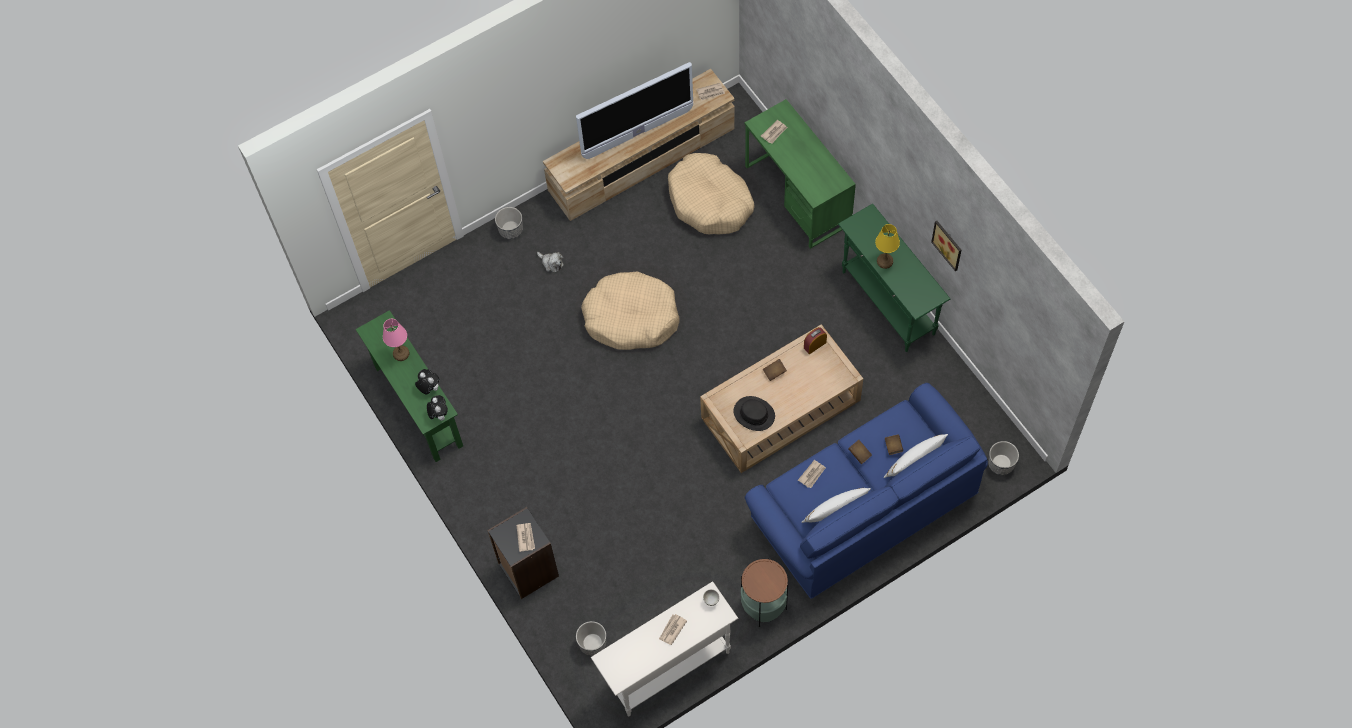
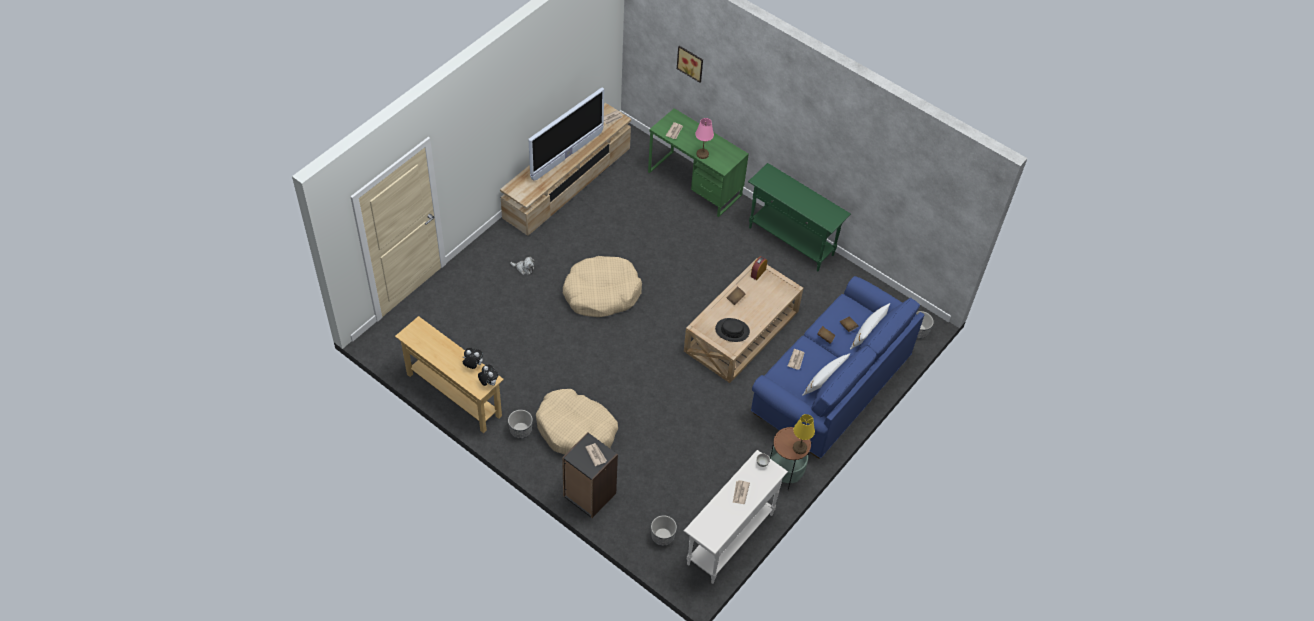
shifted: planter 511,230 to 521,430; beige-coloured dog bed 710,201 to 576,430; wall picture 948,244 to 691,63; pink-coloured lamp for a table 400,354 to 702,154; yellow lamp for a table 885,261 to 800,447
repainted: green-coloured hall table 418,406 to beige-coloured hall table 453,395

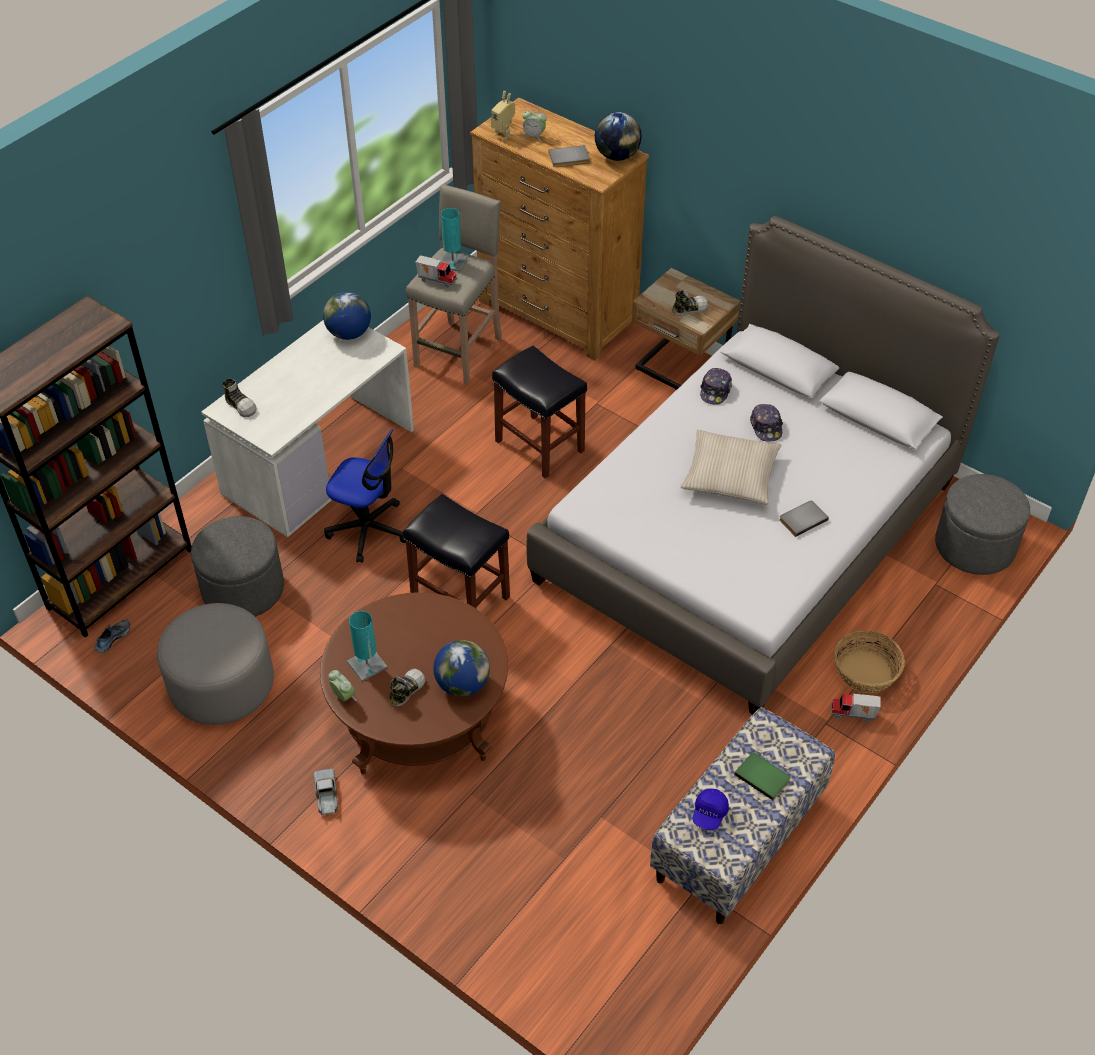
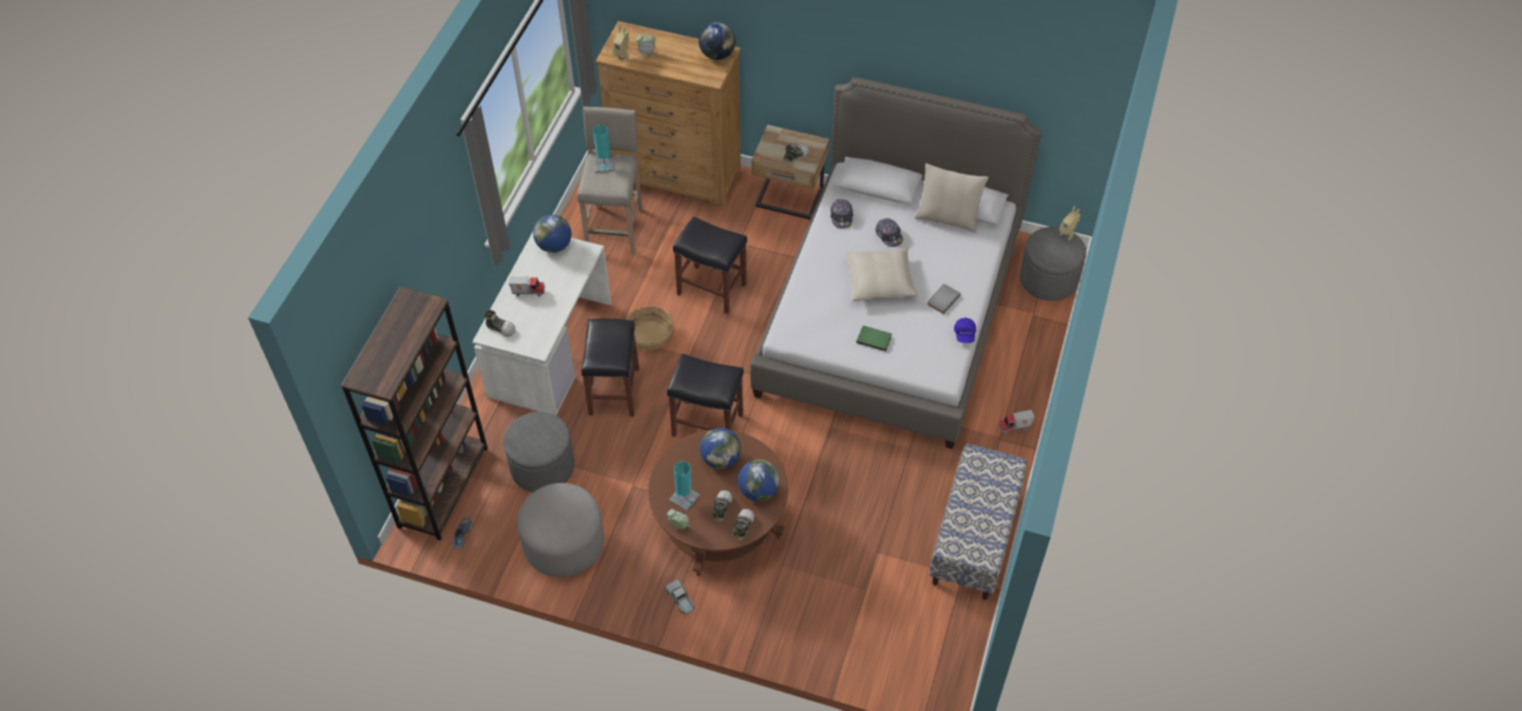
gone: gray bound book 569,159
new: world globe 720,459; low shoe 742,526; beige-coloured pillow 947,218; robot figure 1067,234
shifted: toy truck 437,280 to 528,291; basket 865,672 to 650,336; green-coloured bound book 763,776 to 874,338; blue-coloured cap 709,814 to 964,334
swapped: desk chair 368,529 to black-coloured stool 614,392

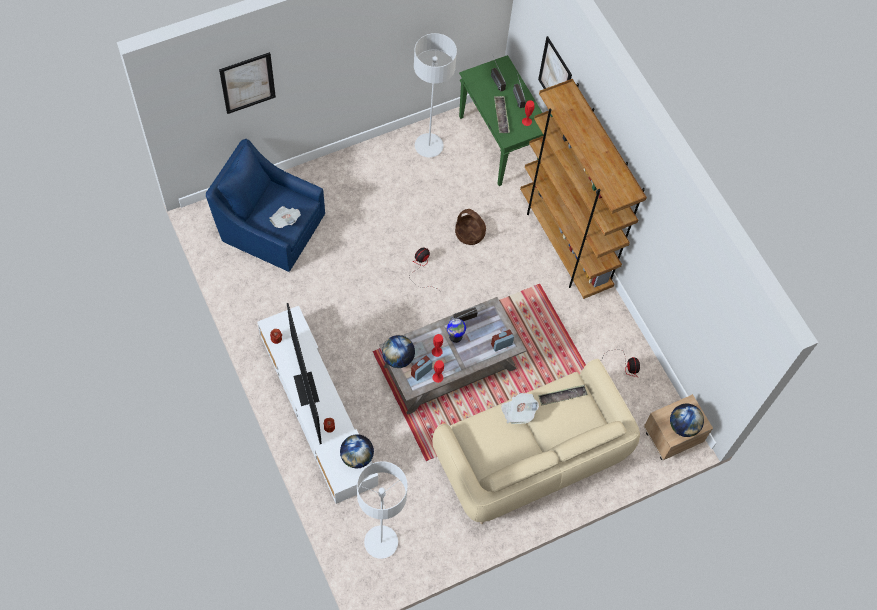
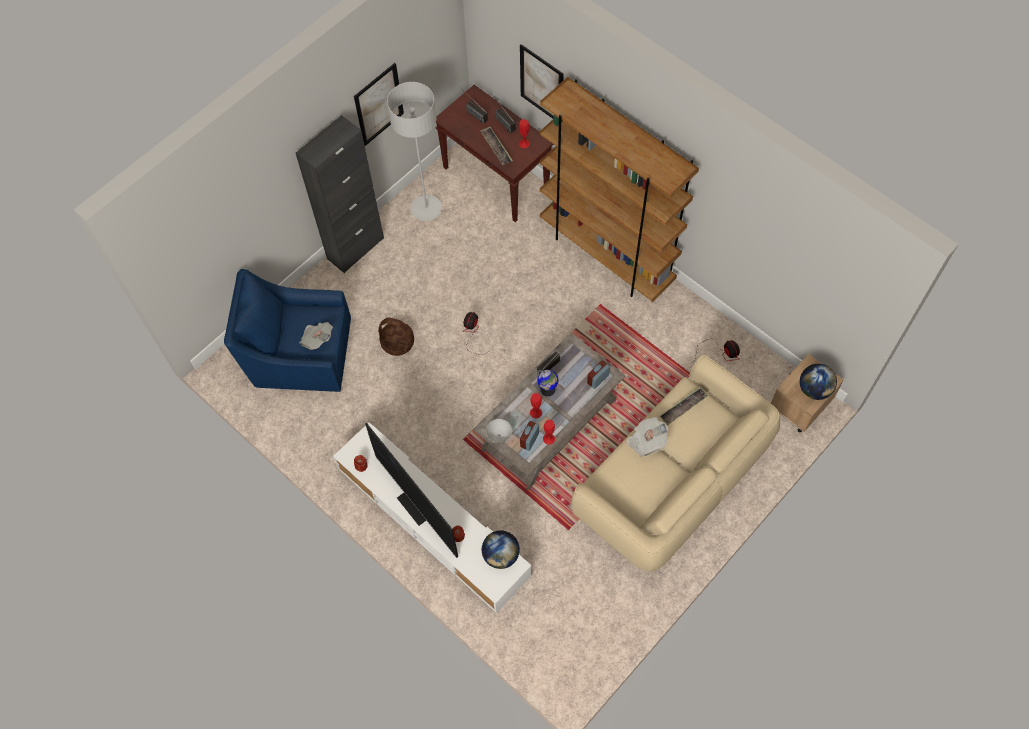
gone: white standard lamp 381,542
new: black-coloured cupboard 355,248
shifted: wall picture 247,83 to 379,104; basket 470,233 to 398,342
swapped: world globe 398,358 to white deep dish 499,435
repainted: green-coloured hall table 499,144 to brownish hall table 496,180

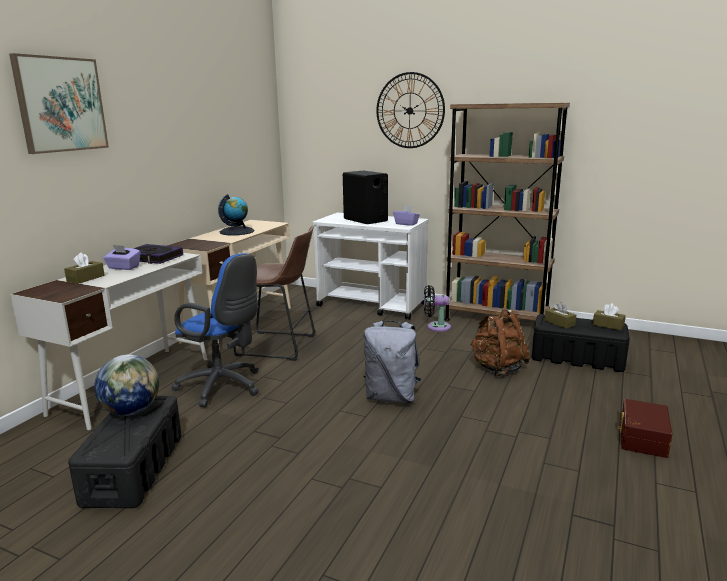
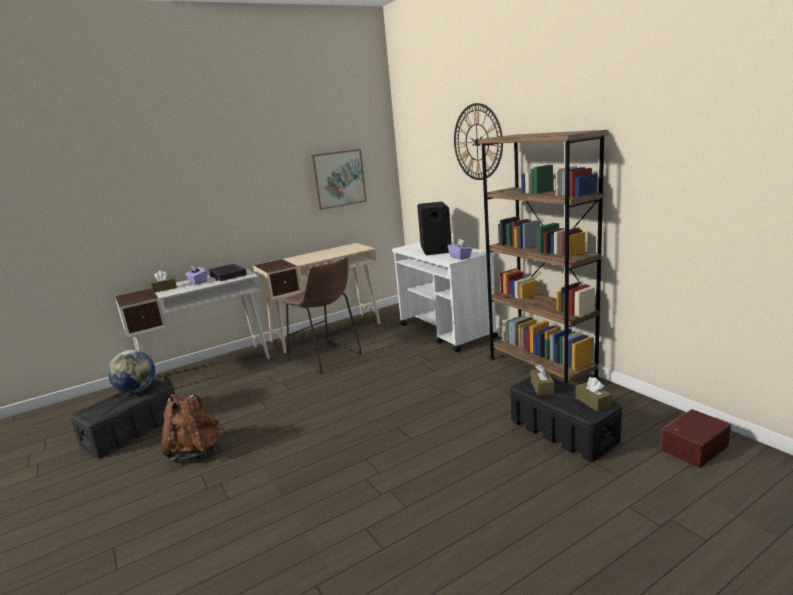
gone: blue-coloured desk chair 224,387; world globe 237,231; gray knapsack 391,397; black-coloured fan 436,327
shifted: brownish knapsack 497,368 to 196,452; wall picture 61,104 to 338,179; brownish storage box 641,438 to 692,447

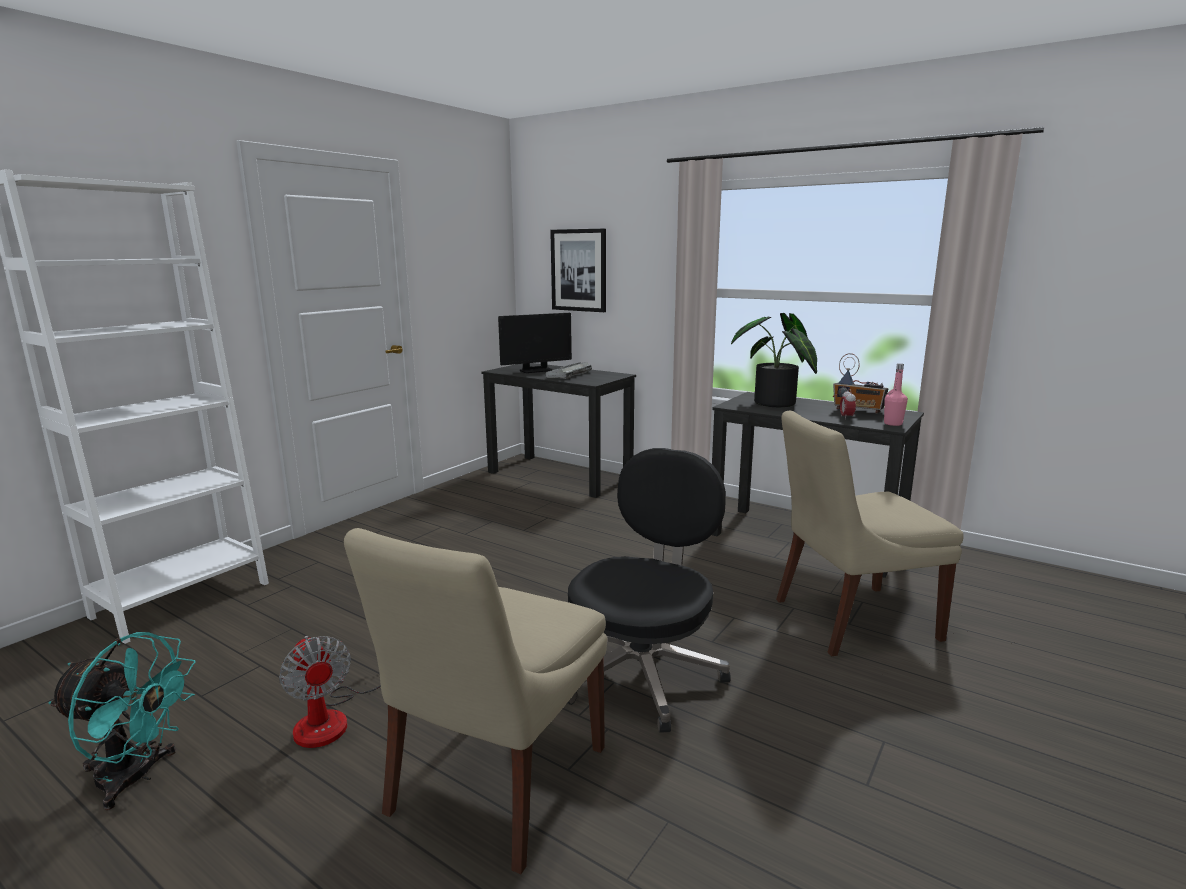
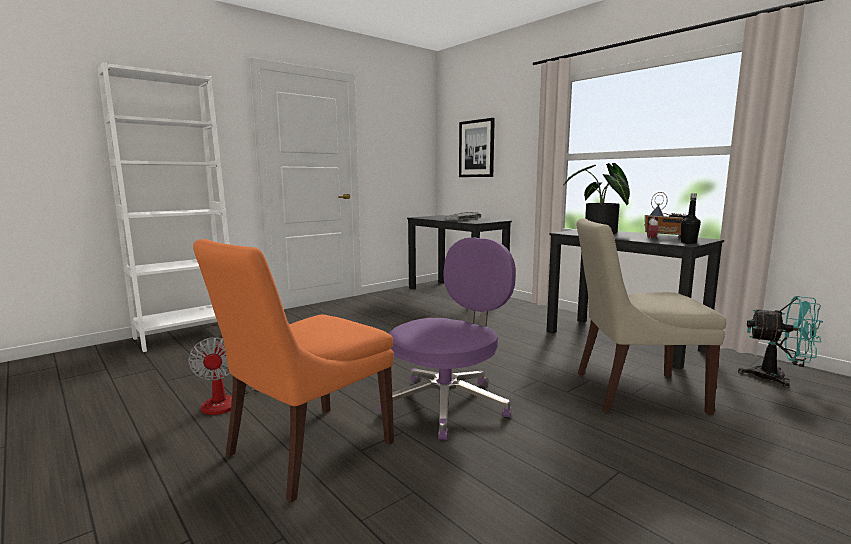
gone: monitor 536,370
shifted: turquoise-coloured fan 137,777 to 777,378
repainted: beige-coloured plain chair 494,785 to orange-coloured plain chair 306,451; black-coloured desk chair 643,673 to purple-coloured desk chair 448,404; pink-coloured drink bottle 893,423 to black-coloured drink bottle 688,243

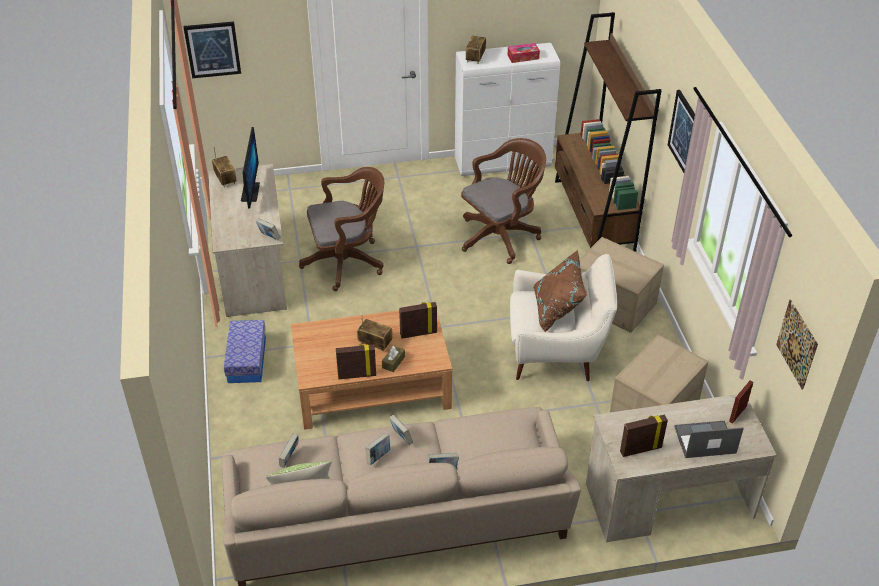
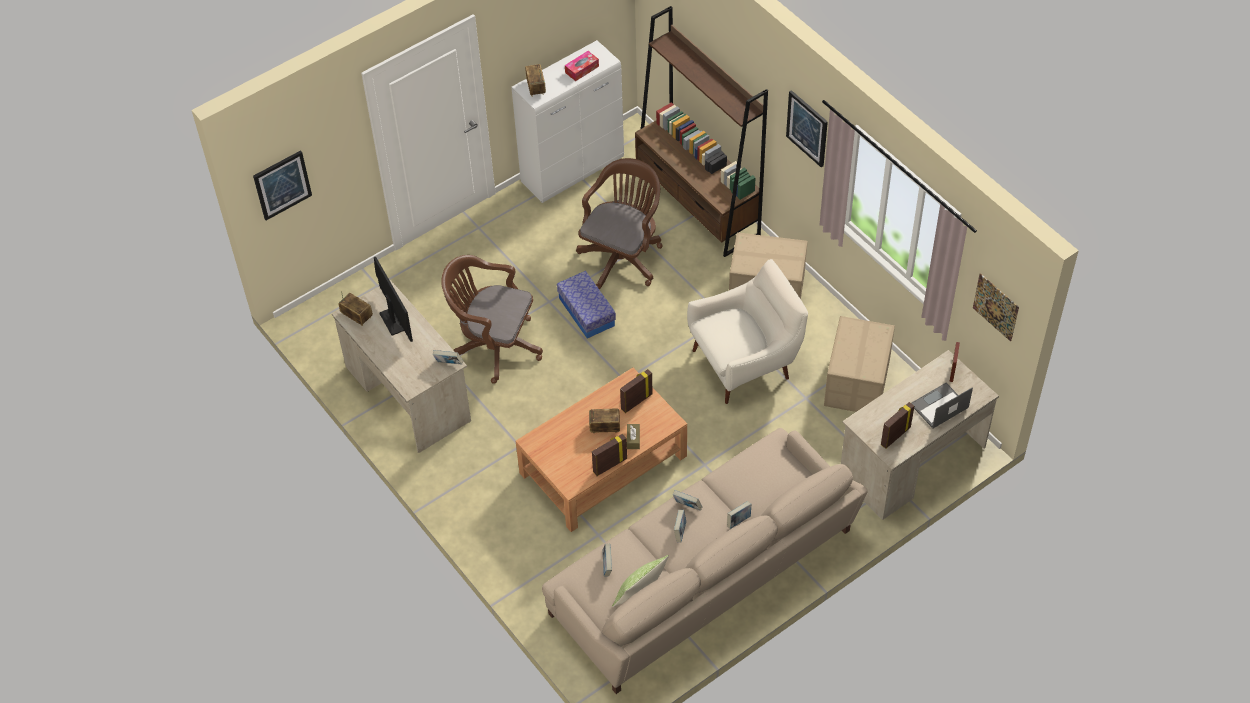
gone: brownish pillow 557,310
shifted: storage box 247,360 to 586,312
rotated: brownish desk chair 347,262 = 494,345 120 degrees counterclockwise

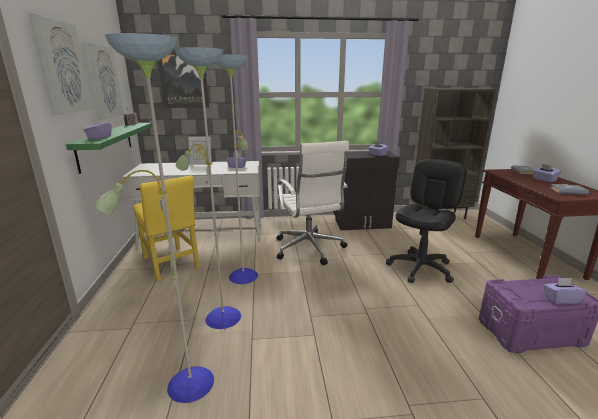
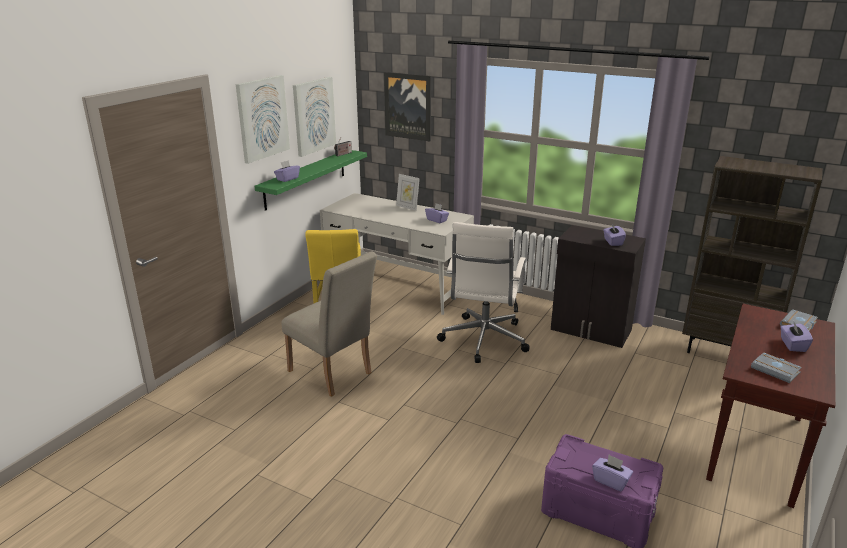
gone: black-coloured desk chair 420,268
swapped: standard lamp 220,317 to beige-coloured plain chair 333,374

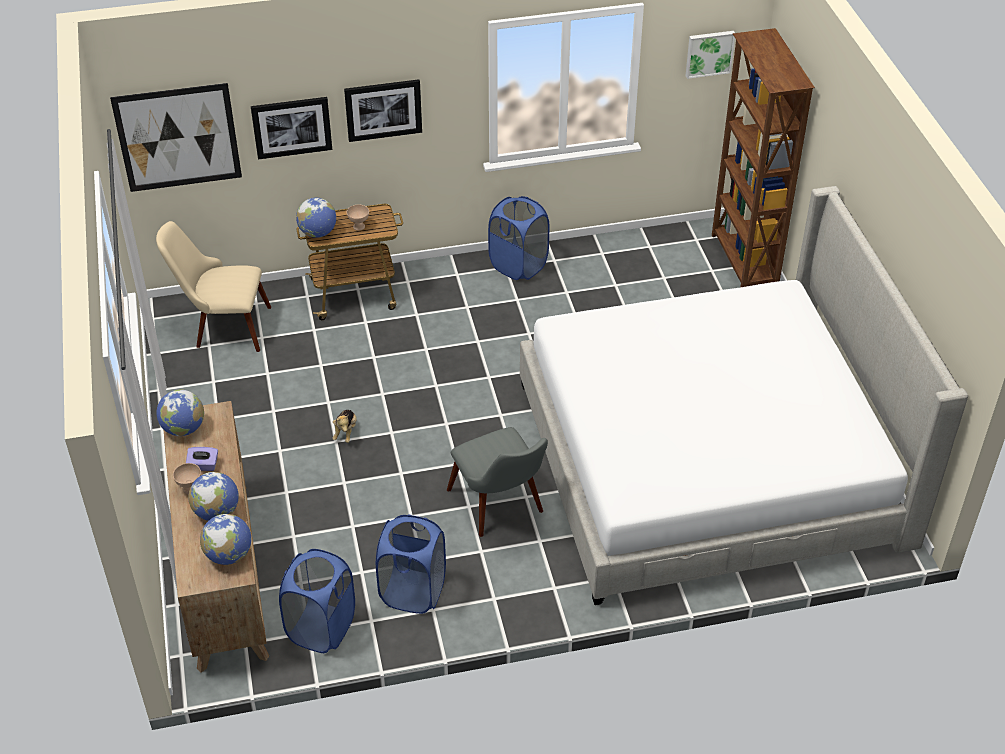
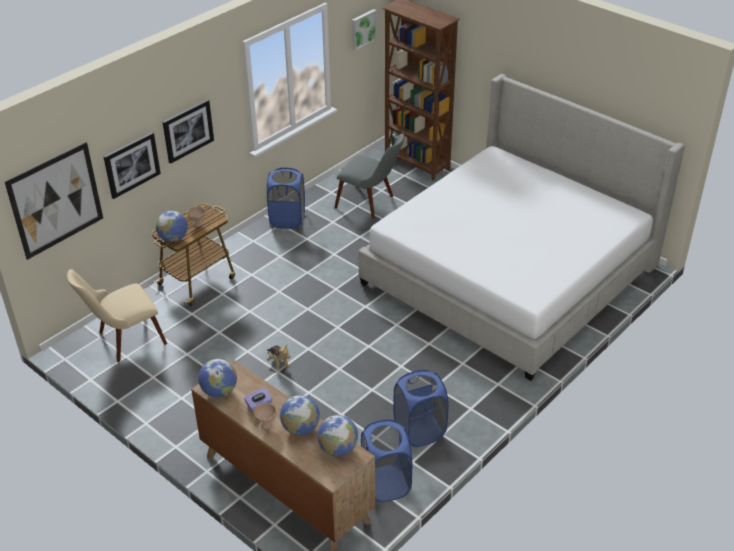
shifted: gray plain chair 502,508 to 371,203

